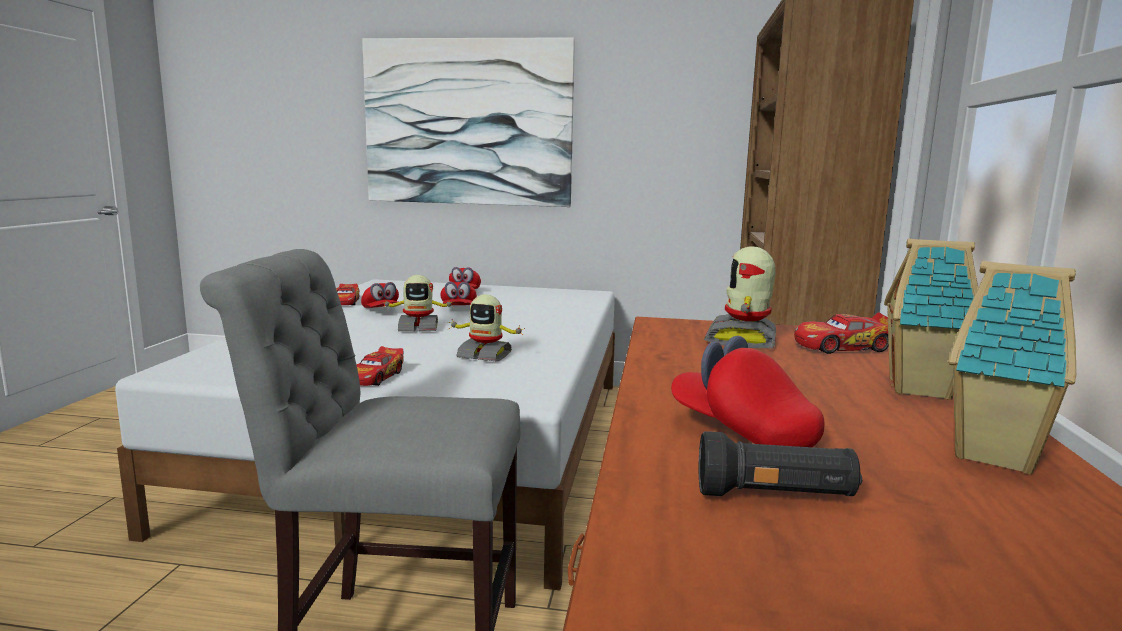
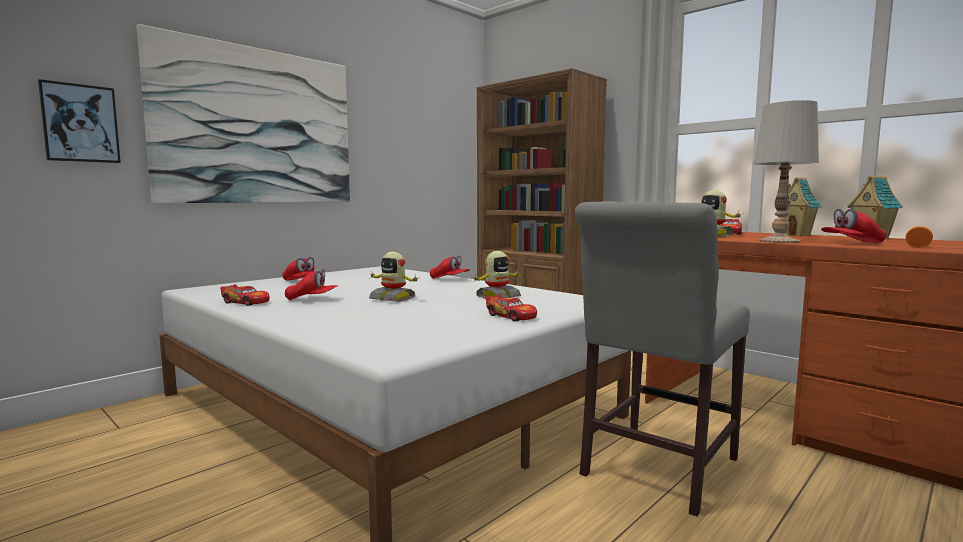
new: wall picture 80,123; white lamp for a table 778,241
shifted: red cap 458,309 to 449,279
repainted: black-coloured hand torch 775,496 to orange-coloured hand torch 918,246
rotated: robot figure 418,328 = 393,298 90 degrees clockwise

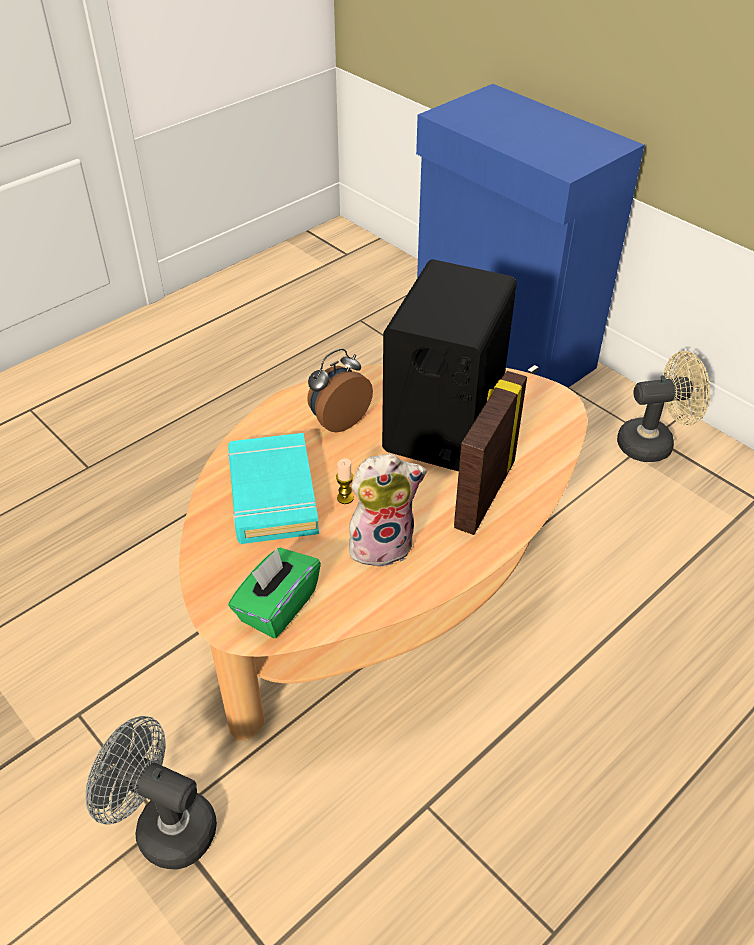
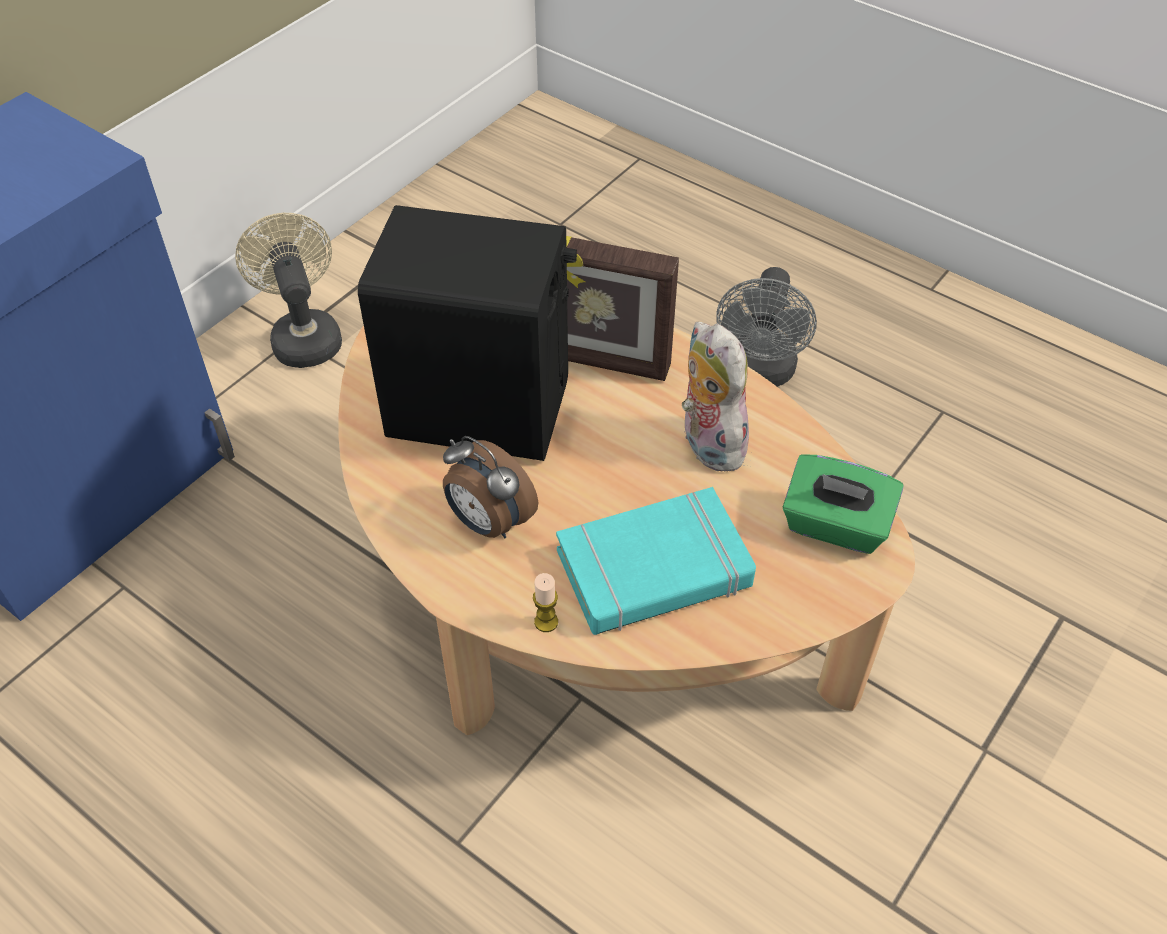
shifted: wax light 345,498 to 546,622; gray fan 164,826 to 759,373

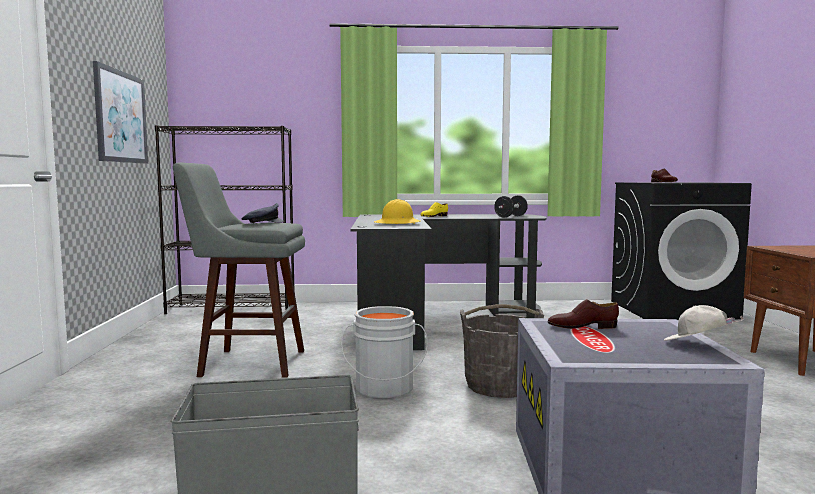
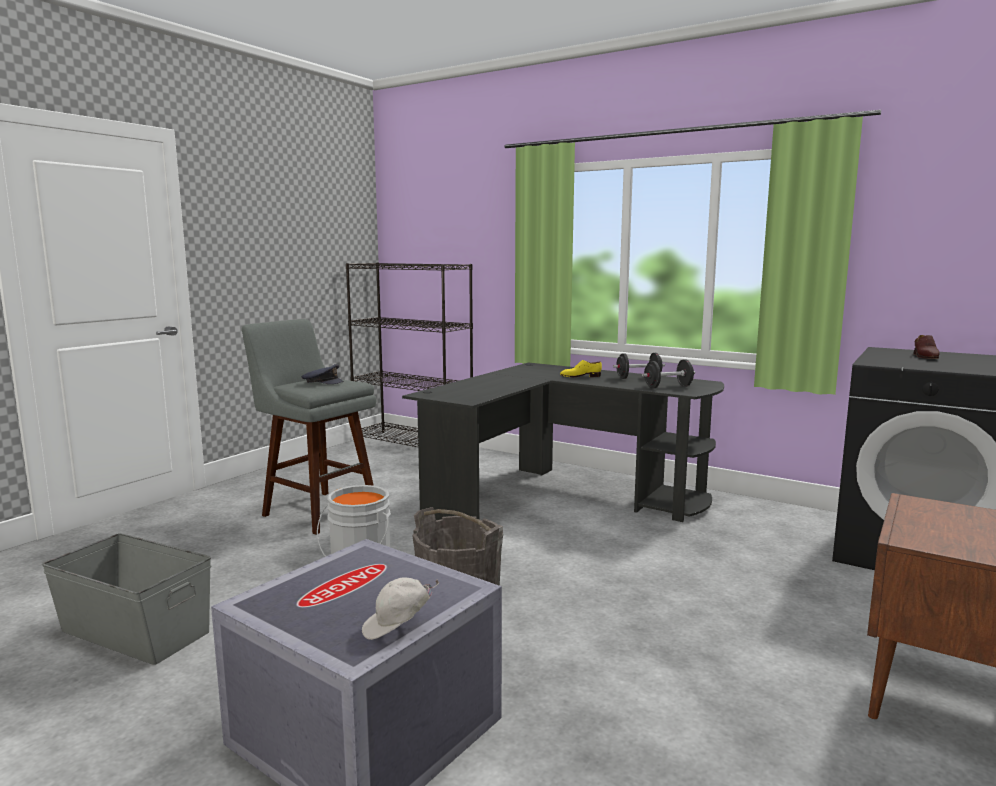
gone: wall picture 121,117; yellow work helmet 398,223; brownish low shoe 582,327
new: black-coloured hand weight 638,378
rotated: white cap 696,344 = 398,627 90 degrees counterclockwise

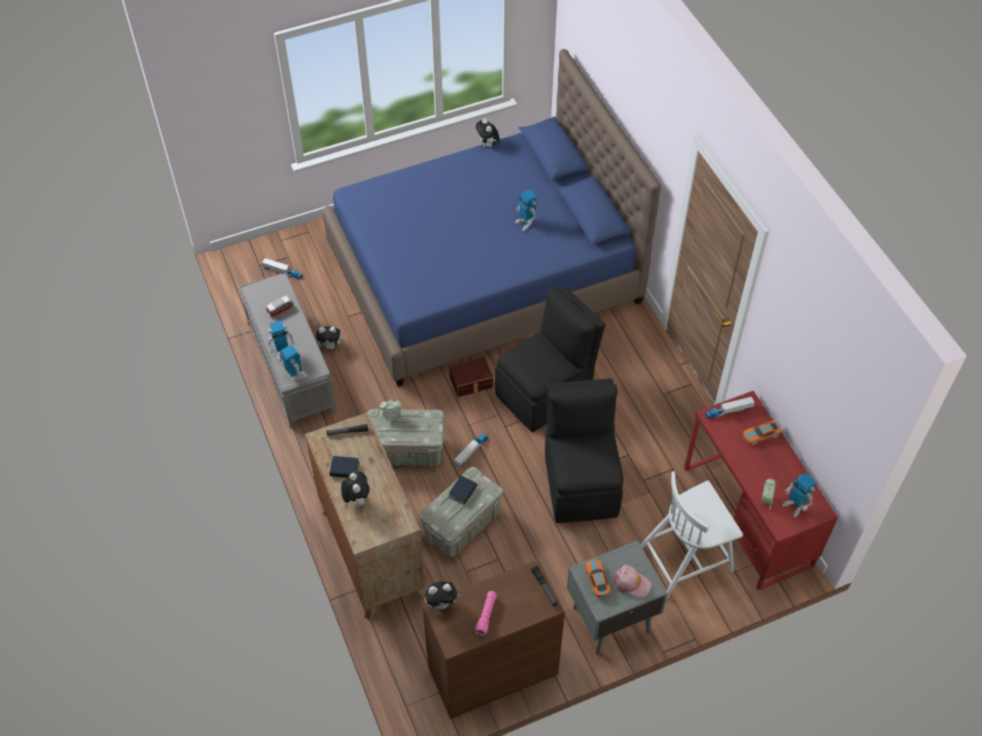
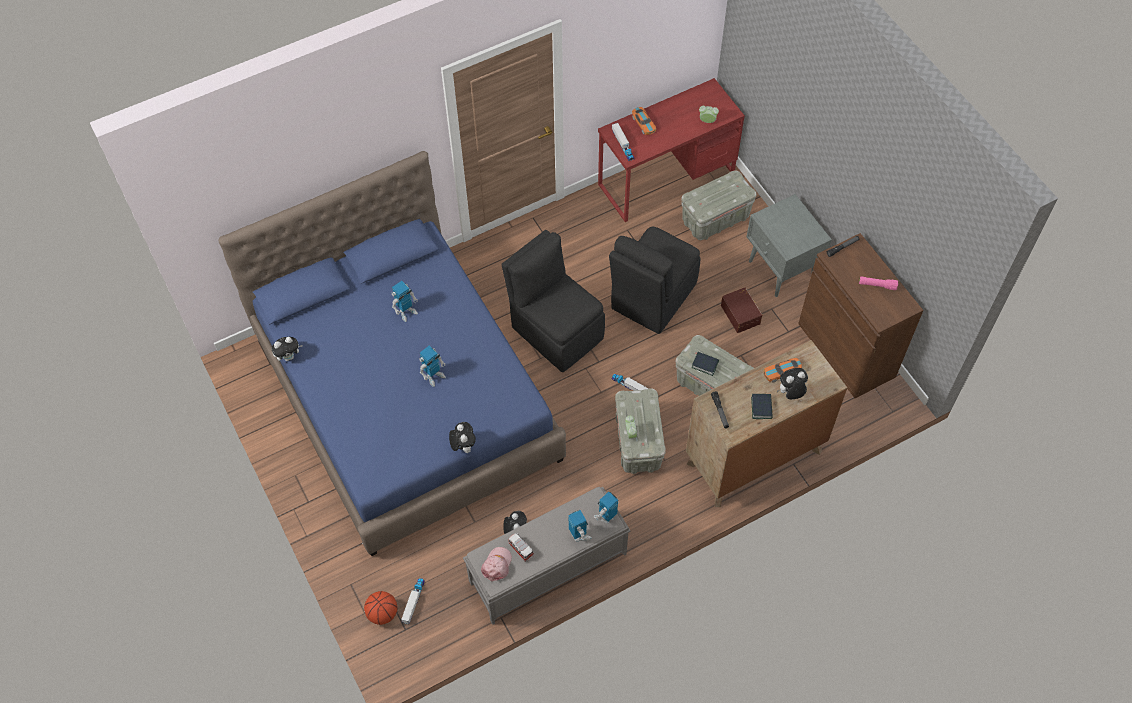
new: basketball 382,613
shifted: robot figure 794,506 to 434,376; cuddly toy 442,603 to 463,446; pink-coloured cap 631,583 to 497,565; brownish storage box 471,382 to 741,314; model car 597,580 to 781,372
swapped: white plain chair 685,559 to gray storage box 715,219
rotated: black-coloured plain chair 580,483 = 652,297 45 degrees counterclockwise

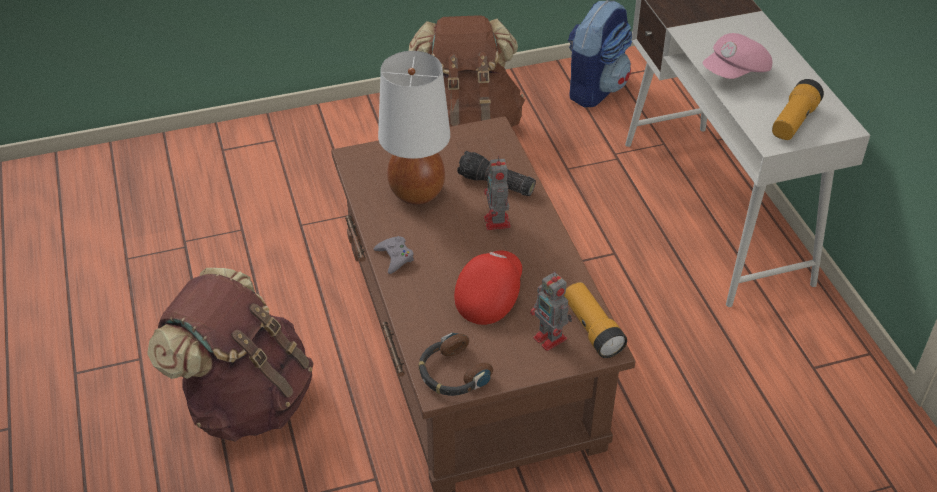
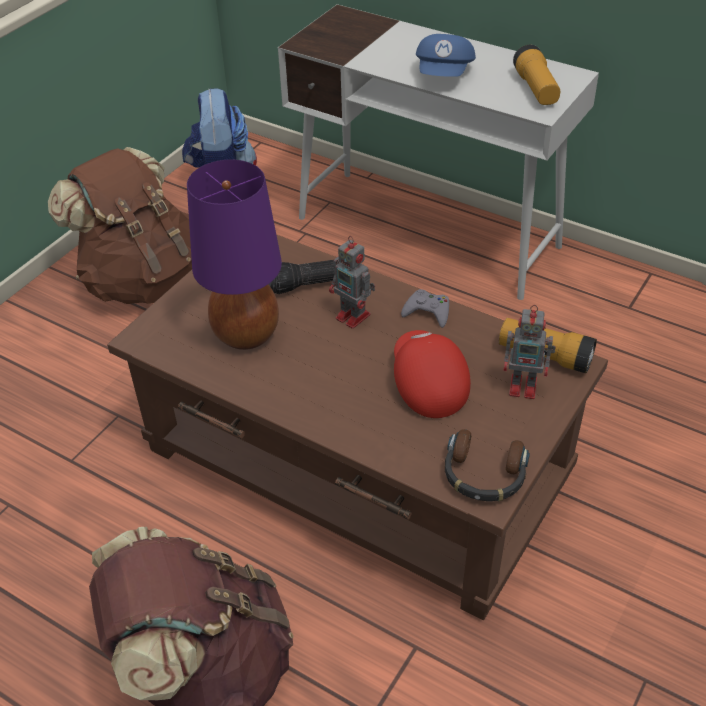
shifted: gray joypad 395,257 to 427,312
repainted: white lamp for a table 417,192 to purple-coloured lamp for a table 246,333; pink-coloured cap 736,73 to blue-coloured cap 445,74

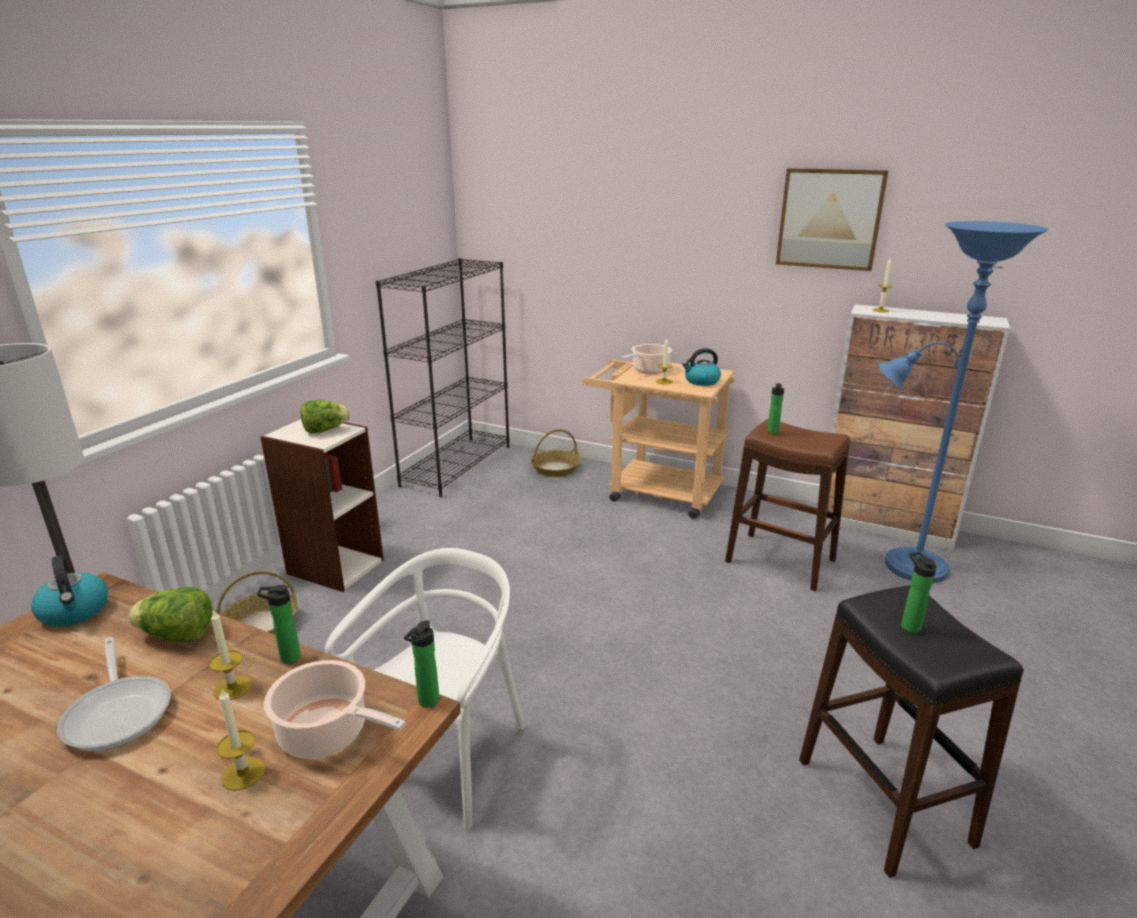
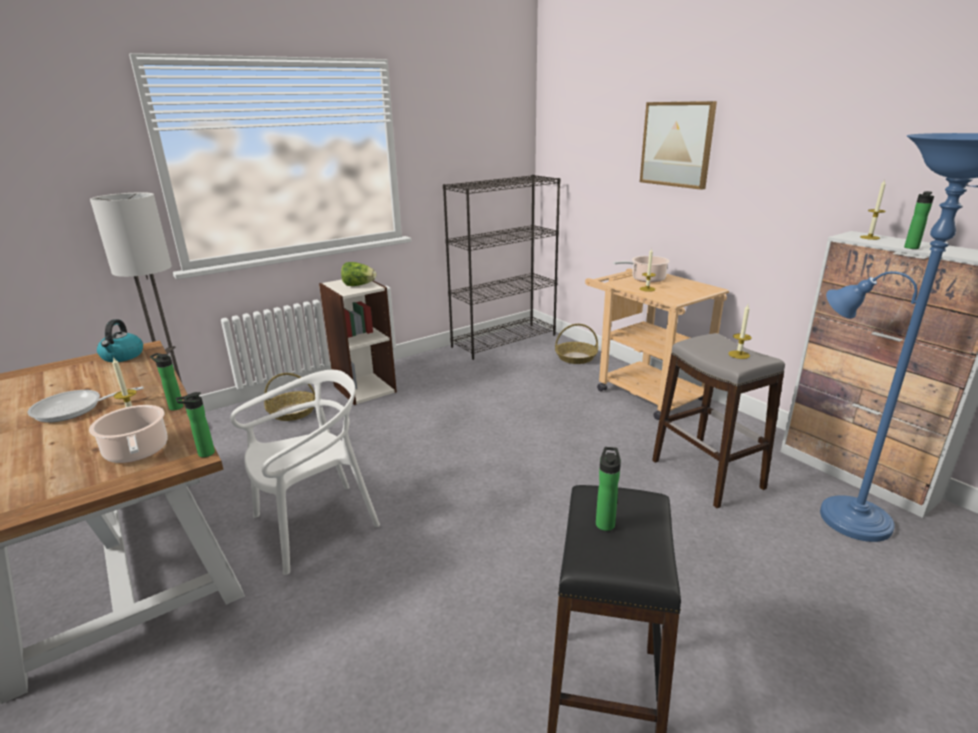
gone: head of lettuce 178,636; kettle 701,381
shifted: wall picture 829,219 to 677,144; wax light 243,773 to 739,355; drink bottle 772,432 to 910,248
repainted: brownish stool 781,561 to gray stool 707,474
rotated: frying pan 119,712 = 74,409 75 degrees clockwise

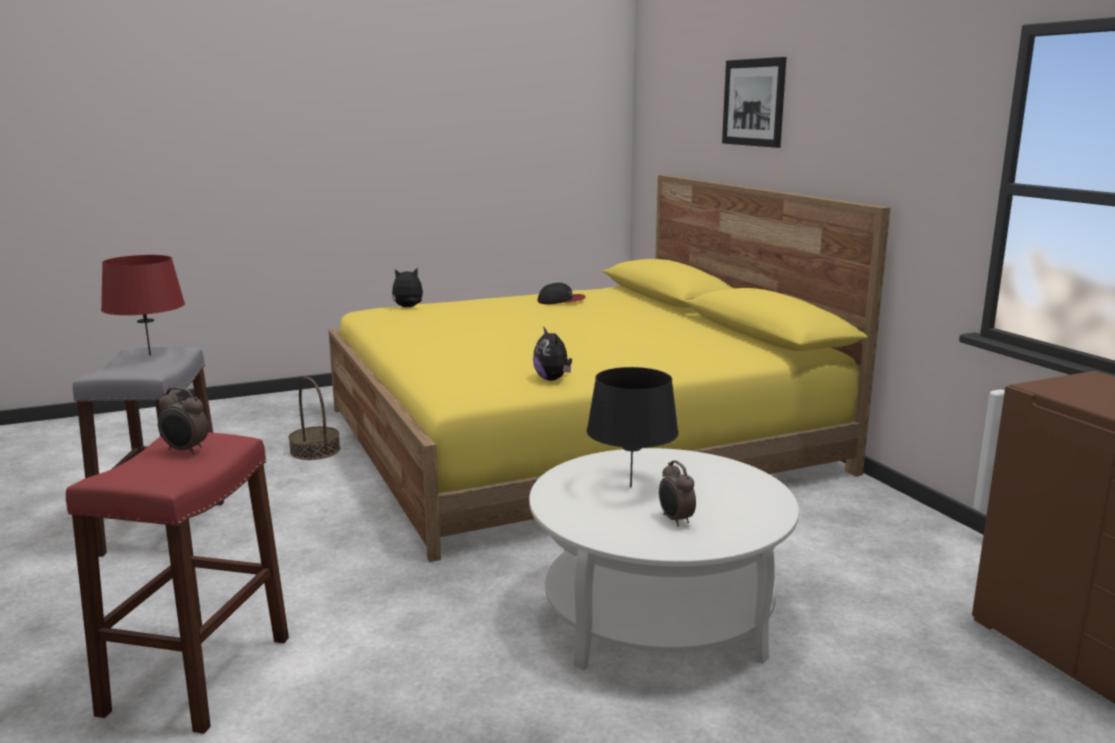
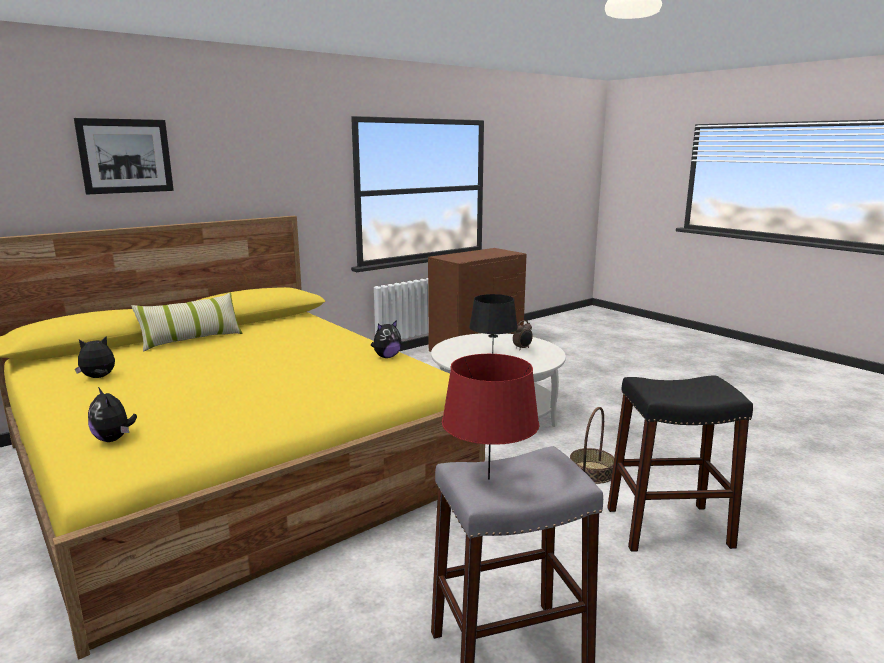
gone: table clock 185,450
new: pillow 191,340
shifted: basket 315,450 to 591,472
swapped: cap 561,301 to cuddly toy 99,378
repainted: red stool 198,675 to black-coloured stool 668,527

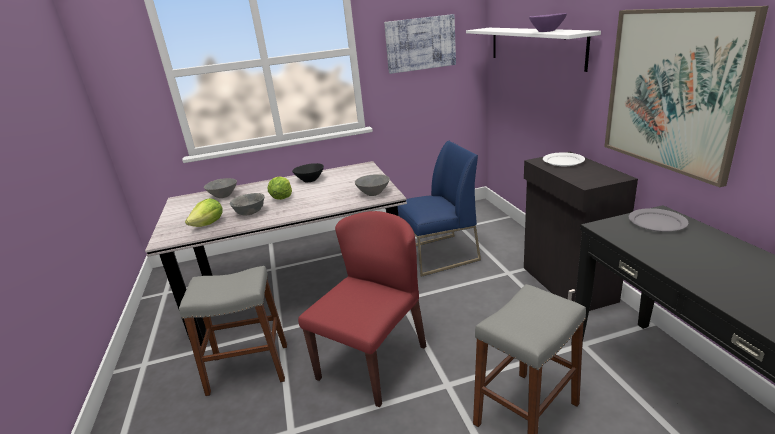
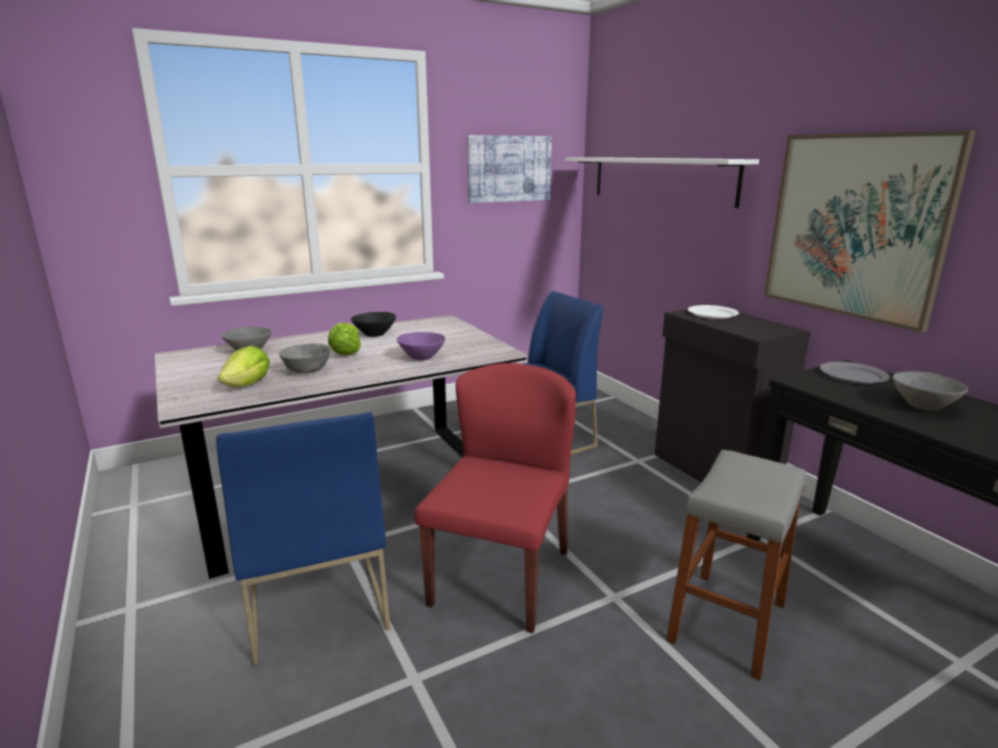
shifted: purple-coloured deep dish 546,31 to 421,357; gray deep dish 374,193 to 924,406
swapped: gray stool 248,369 to blue-coloured plain chair 315,600

